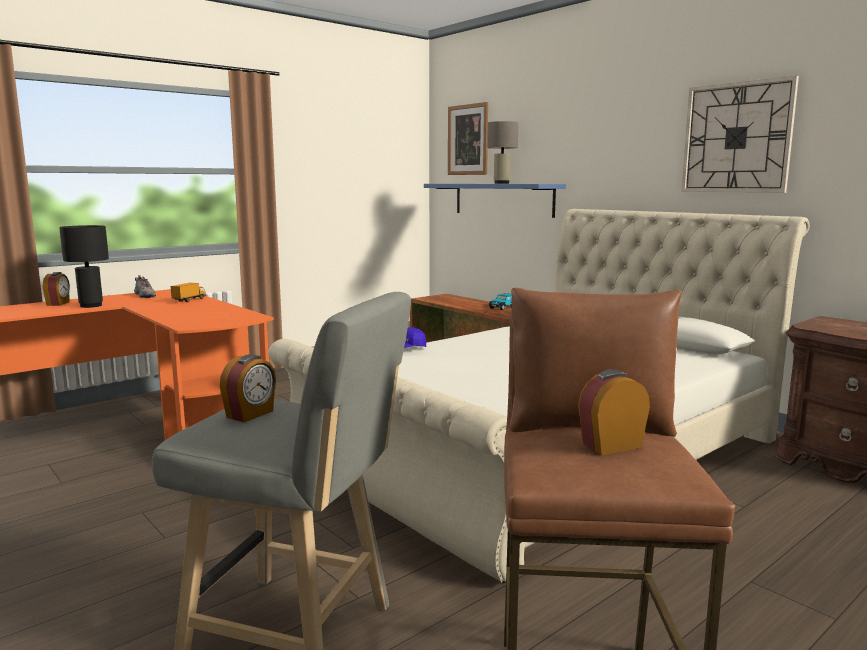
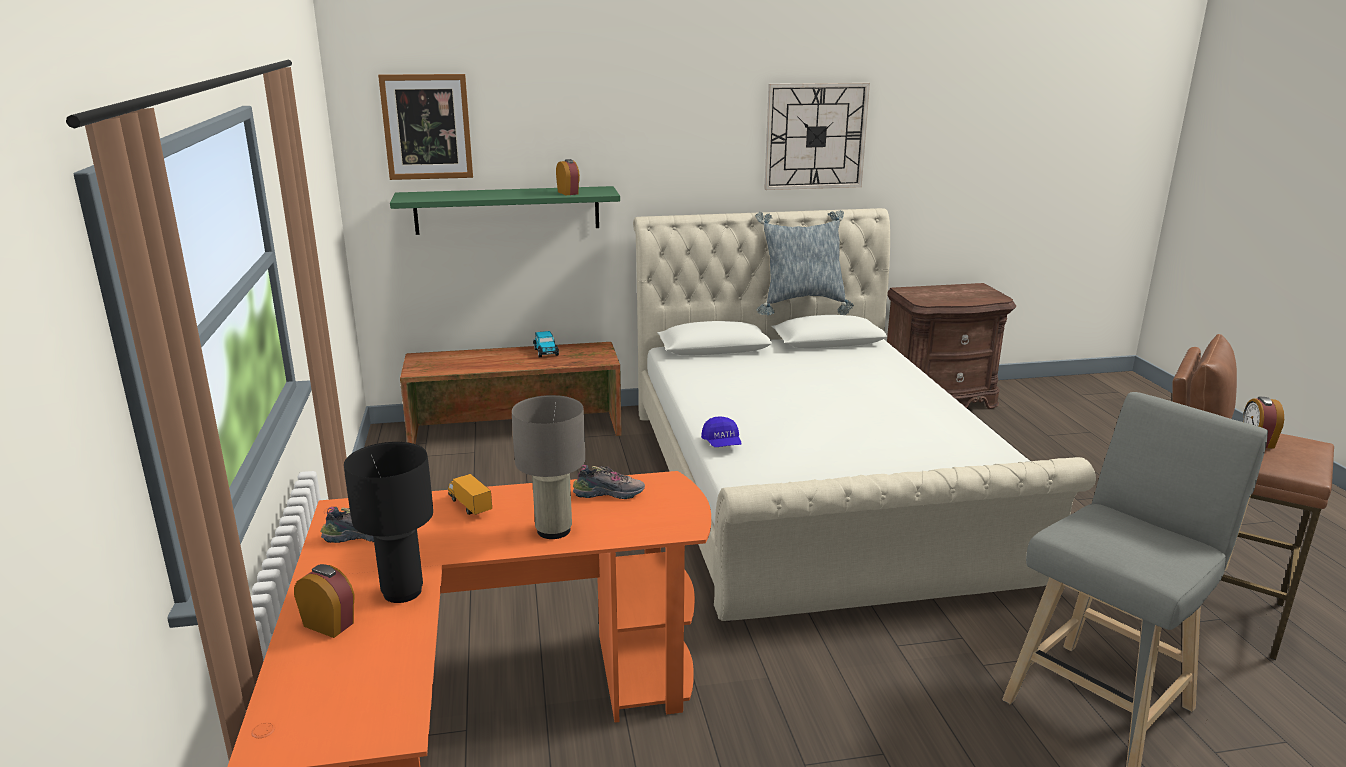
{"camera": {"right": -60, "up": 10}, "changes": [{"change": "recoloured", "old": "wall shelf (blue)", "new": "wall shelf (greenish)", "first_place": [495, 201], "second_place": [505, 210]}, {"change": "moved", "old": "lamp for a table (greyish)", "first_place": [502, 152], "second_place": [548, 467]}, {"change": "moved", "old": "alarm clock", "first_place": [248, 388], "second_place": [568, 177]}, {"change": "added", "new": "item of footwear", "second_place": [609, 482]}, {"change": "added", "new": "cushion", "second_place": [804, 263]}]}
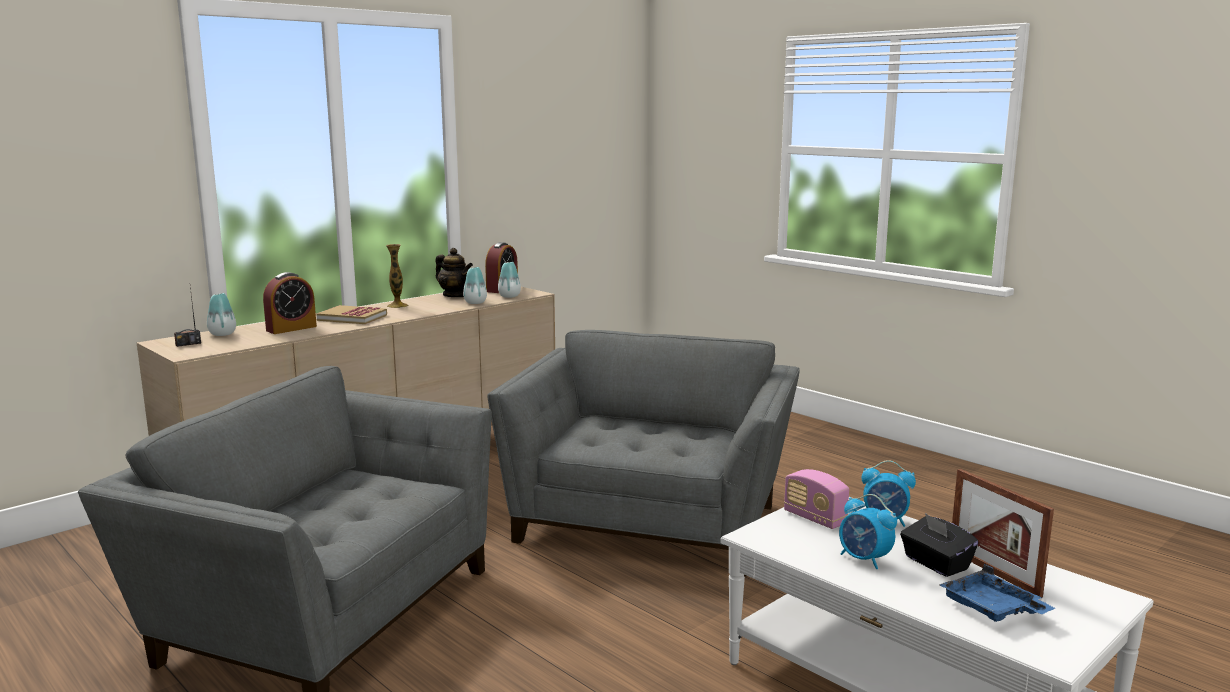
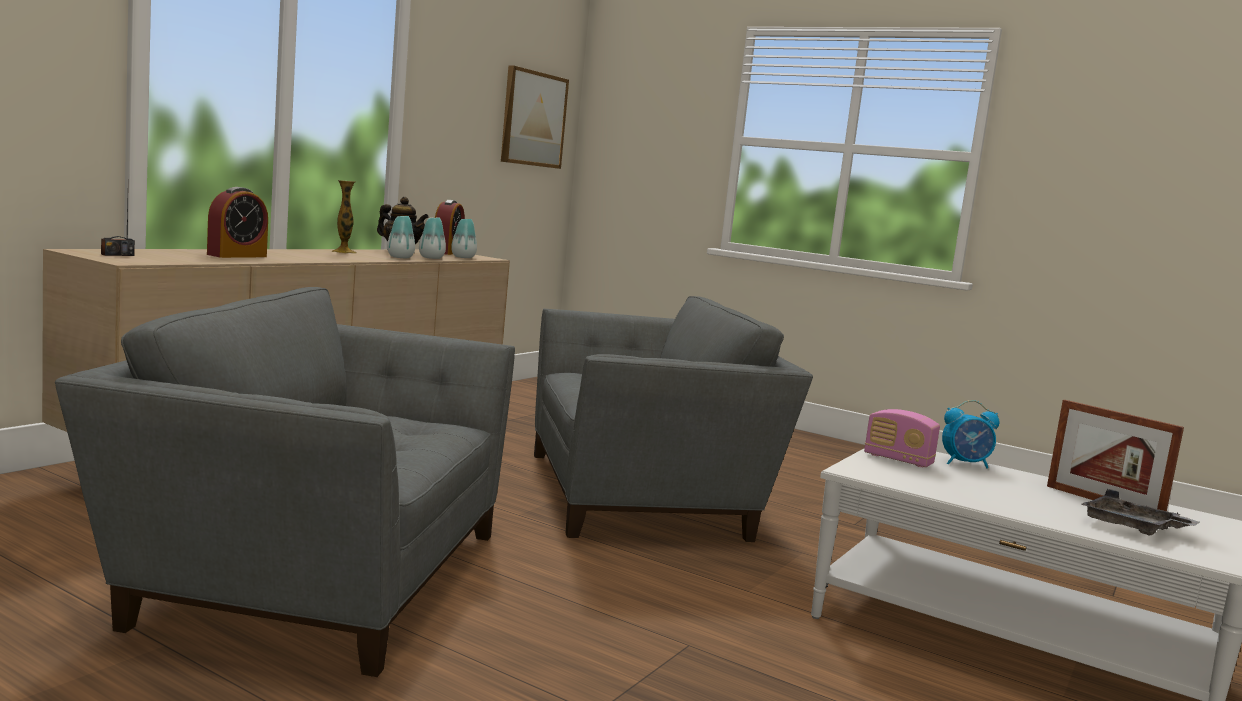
{"camera": {"right": -15, "up": -5}, "changes": [{"change": "moved", "old": "decorative vase", "first_place": [221, 314], "second_place": [401, 237]}, {"change": "added", "new": "wall art", "second_place": [535, 117]}, {"change": "turned", "old": "armchair (greyish)", "first_place": [643, 453], "second_place": [673, 419], "degrees": 75}, {"change": "recoloured", "old": "tray (blue)", "new": "tray (greyish)", "first_place": [997, 593], "second_place": [1140, 512]}, {"change": "removed", "old": "volume", "first_place": [351, 314]}, {"change": "removed", "old": "alarm clock", "first_place": [868, 531]}, {"change": "removed", "old": "box of tissues (blackish)", "first_place": [939, 545]}]}
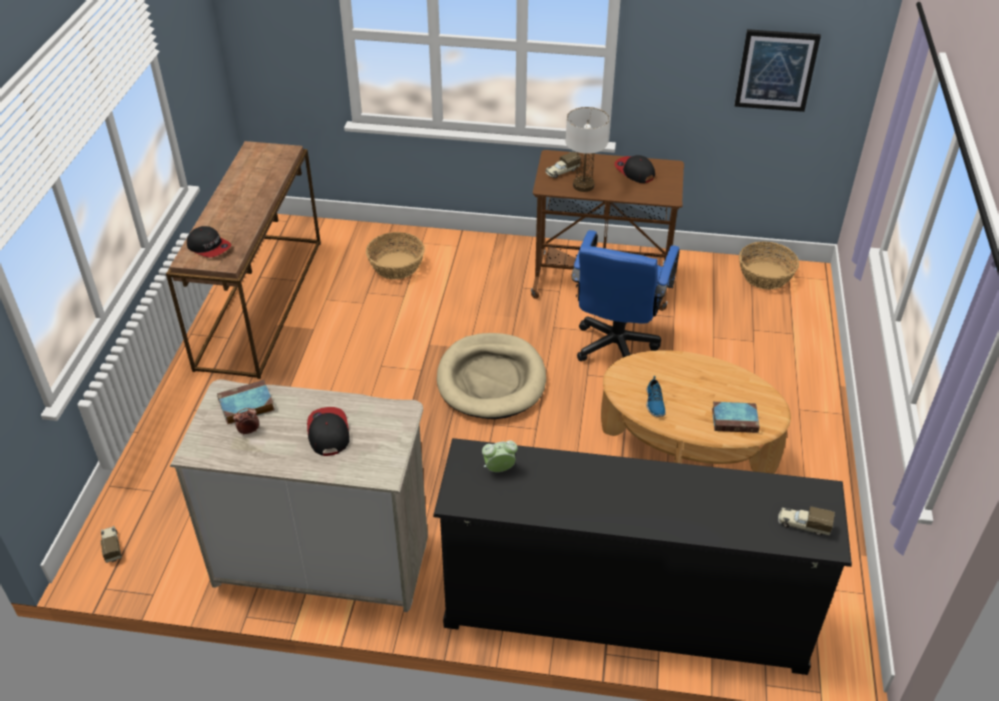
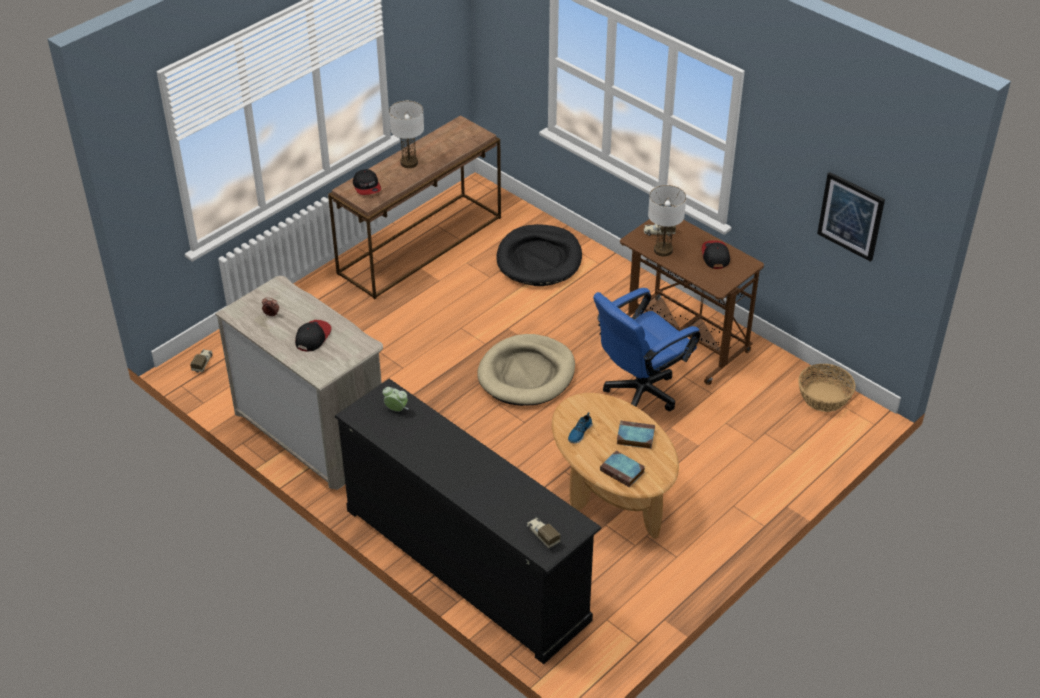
{"camera": {"right": 35, "up": 0}, "changes": [{"change": "added", "new": "lamp for a table", "second_place": [406, 134]}, {"change": "replaced", "old": "household basket", "new": "pet bed (blackish)", "first_place": [395, 255], "second_place": [539, 255]}, {"change": "moved", "old": "volume", "first_place": [246, 402], "second_place": [636, 435]}]}
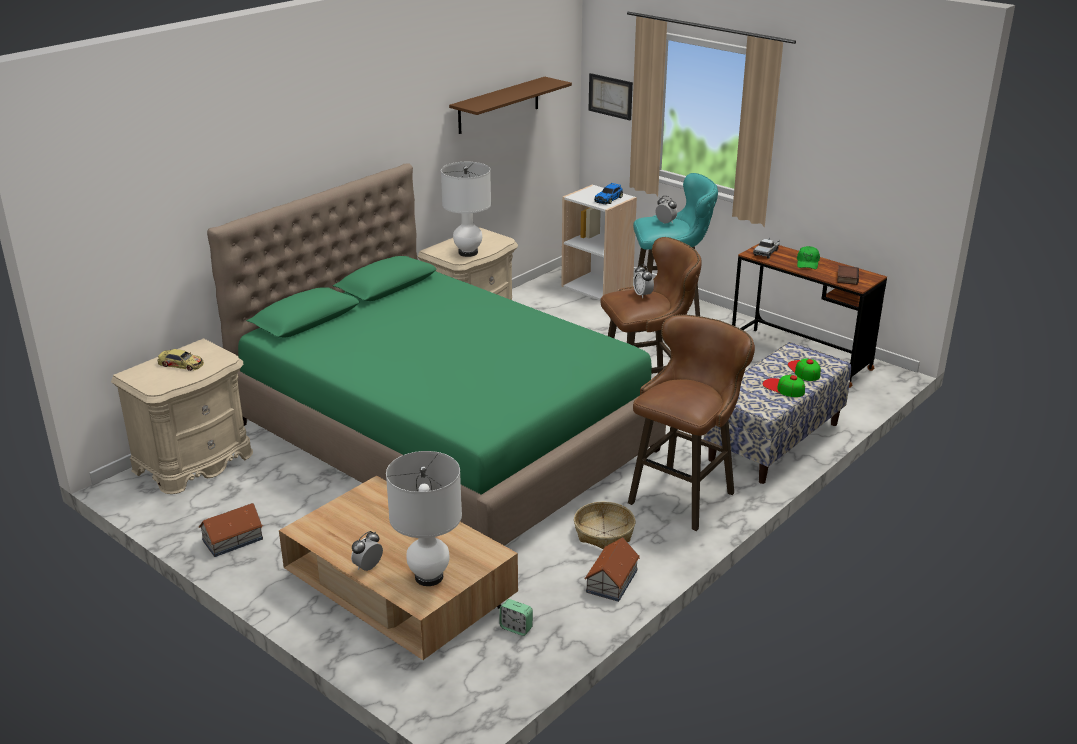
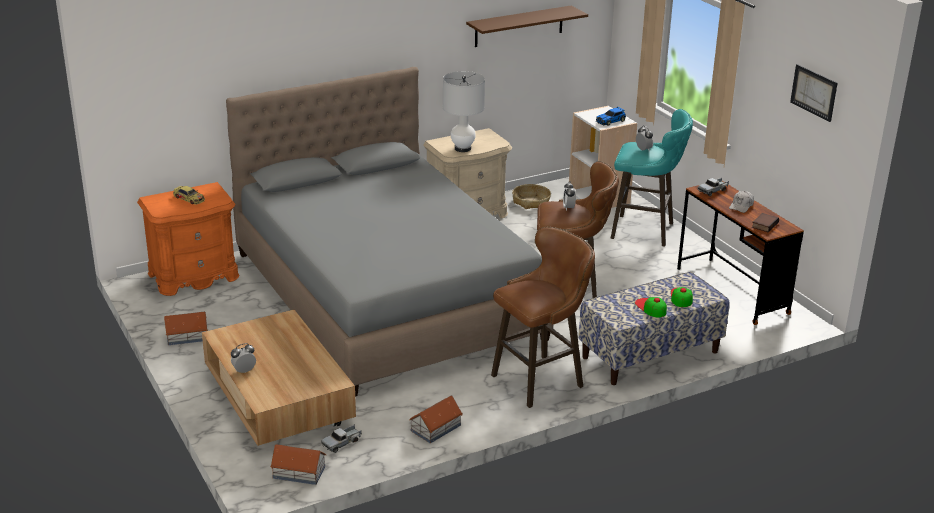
{"camera": {"right": 20, "up": 0}, "changes": [{"change": "recoloured", "old": "nightstand (beige-coloured)", "new": "nightstand (orangey)", "first_place": [182, 416], "second_place": [188, 239]}, {"change": "recoloured", "old": "bed (greenish)", "new": "bed (greyish)", "first_place": [436, 354], "second_place": [389, 231]}, {"change": "added", "new": "toy house", "second_place": [298, 464]}, {"change": "replaced", "old": "alarm clock", "new": "model truck", "first_place": [516, 617], "second_place": [341, 439]}, {"change": "moved", "old": "household basket", "first_place": [604, 525], "second_place": [531, 196]}, {"change": "recoloured", "old": "baseball cap (greenish)", "new": "baseball cap (white-coloured)", "first_place": [808, 257], "second_place": [741, 202]}, {"change": "moved", "old": "wall art", "first_place": [610, 96], "second_place": [814, 93]}, {"change": "removed", "old": "lamp for a table (white-coloured)", "first_place": [424, 518]}]}
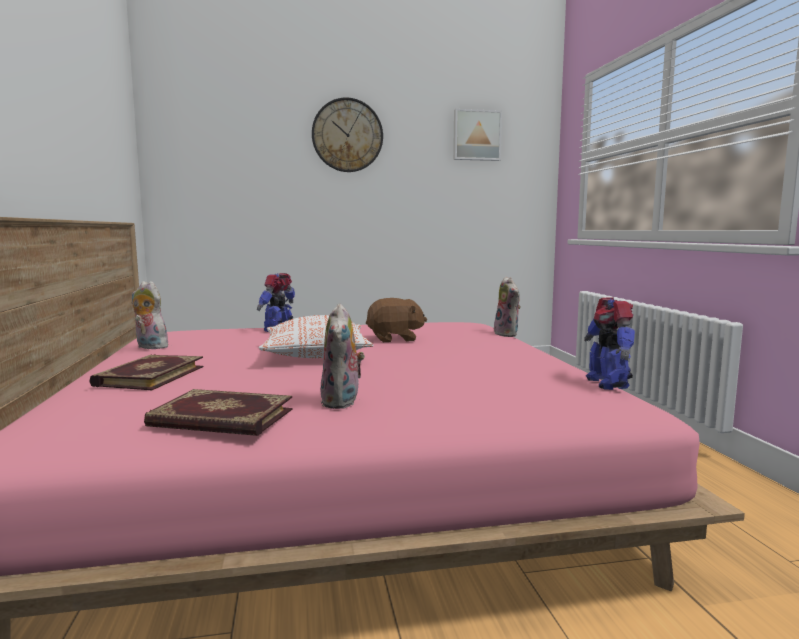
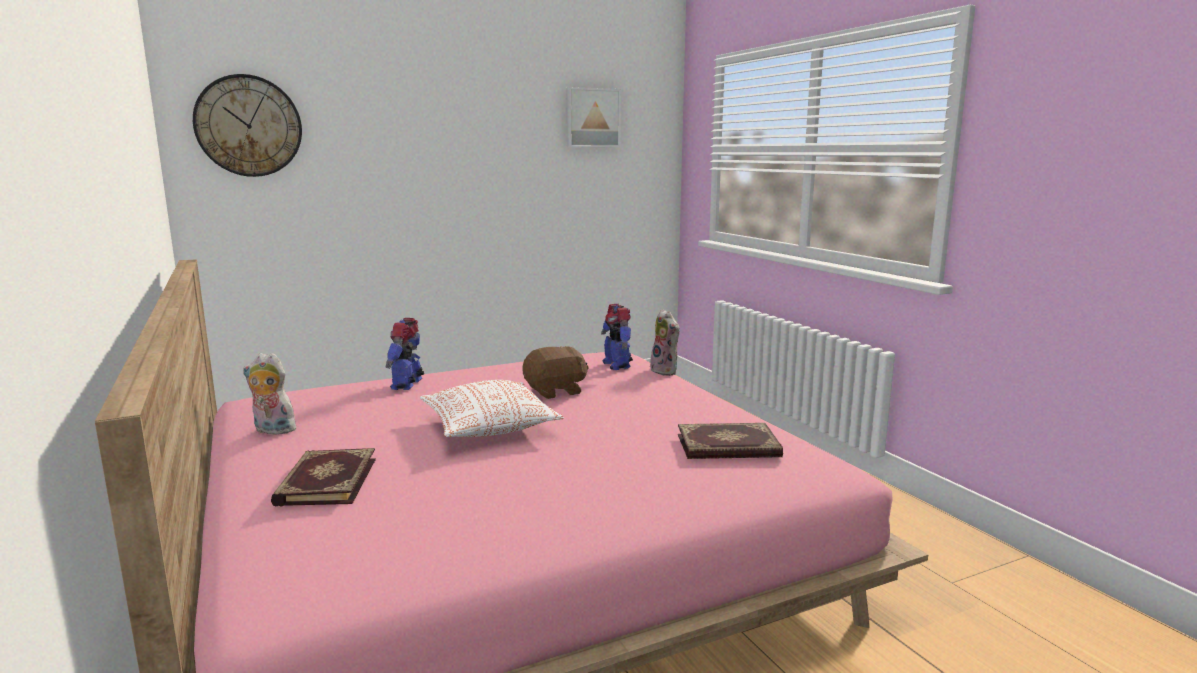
{"camera": {"right": -15, "up": 5}, "changes": [{"change": "moved", "old": "hanging clock", "first_place": [347, 134], "second_place": [247, 125]}, {"change": "moved", "old": "robot figure", "first_place": [610, 343], "second_place": [617, 337]}, {"change": "moved", "old": "volume", "first_place": [218, 412], "second_place": [730, 441]}, {"change": "removed", "old": "soft toy", "first_place": [343, 356]}]}
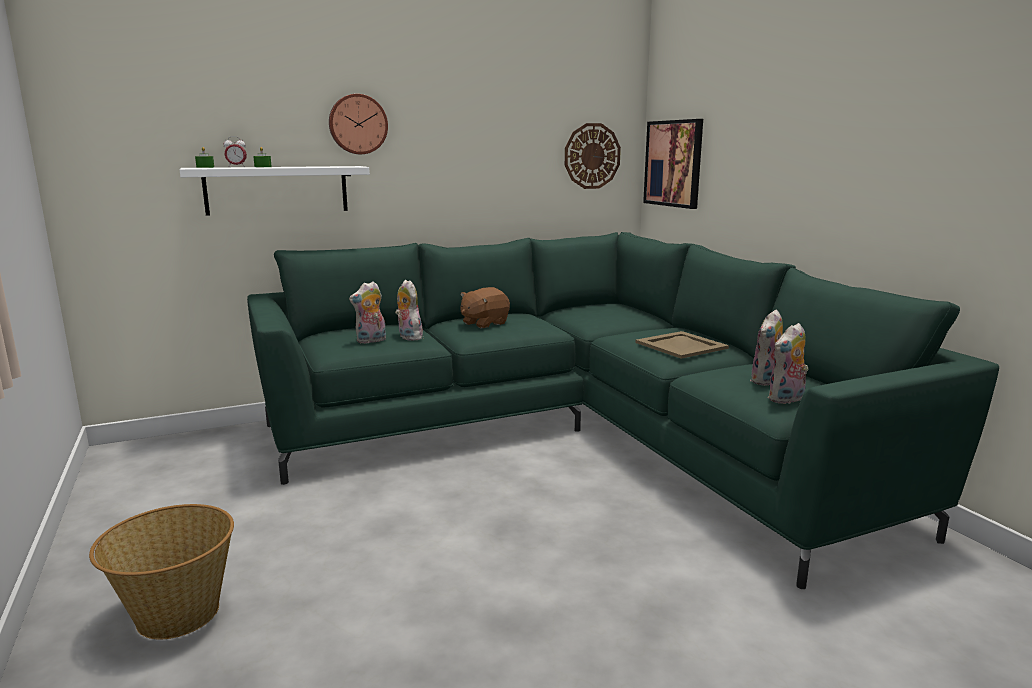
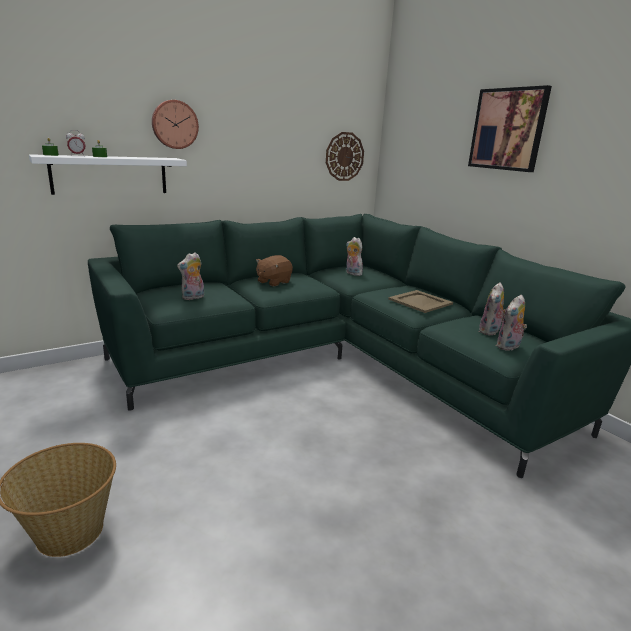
{"camera": {"right": -10, "up": 5}, "changes": [{"change": "moved", "old": "soft toy", "first_place": [409, 310], "second_place": [354, 256]}, {"change": "moved", "old": "wall art", "first_place": [673, 164], "second_place": [510, 128]}]}
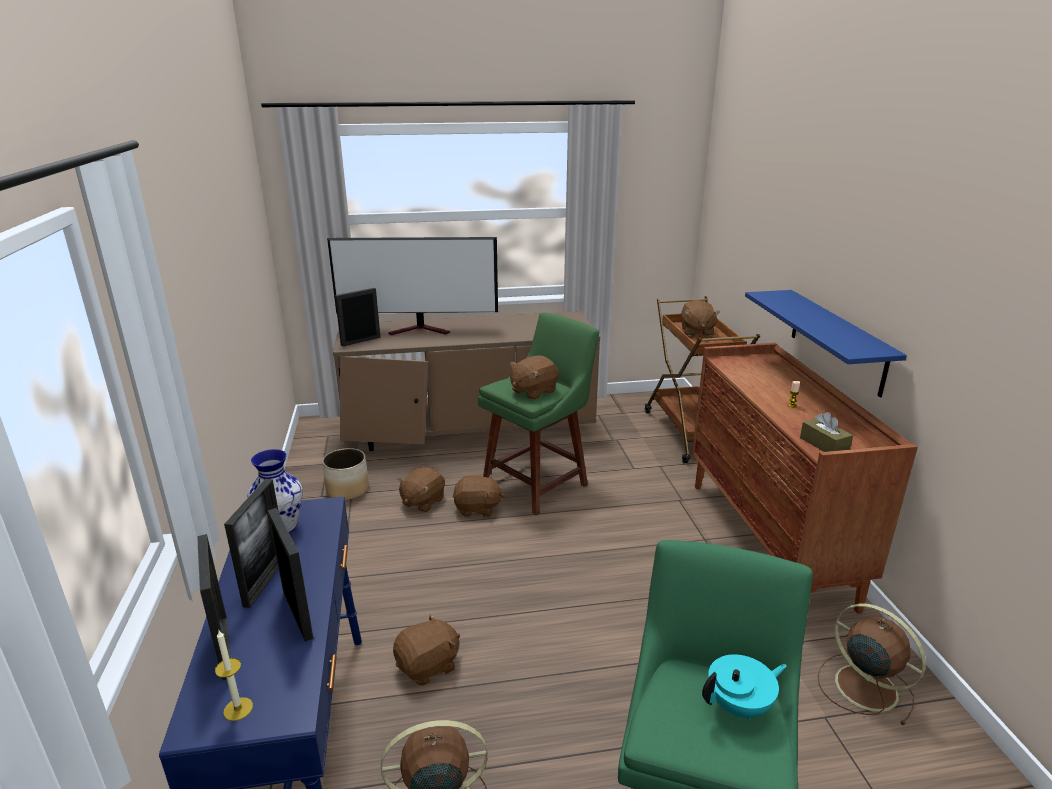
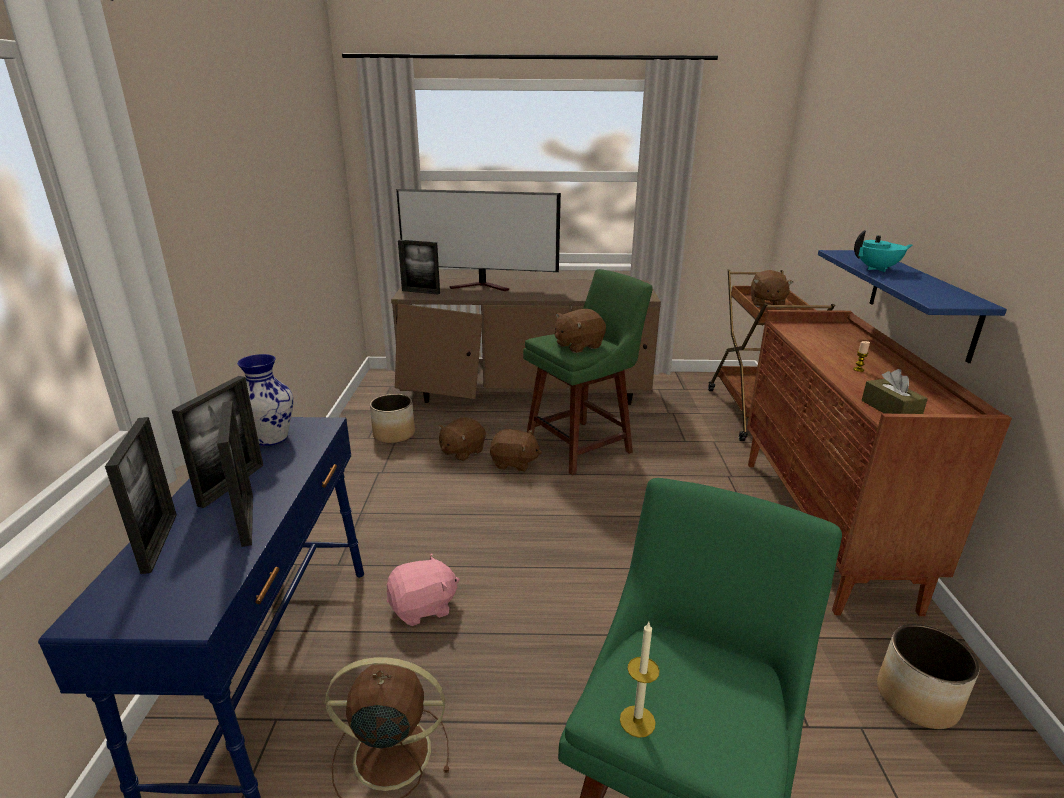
{"camera": {"right": 10, "up": 0}, "changes": [{"change": "recoloured", "old": "soft toy (brownish)", "new": "soft toy (pink)", "first_place": [426, 649], "second_place": [423, 589]}, {"change": "turned", "old": "photo frame", "first_place": [357, 317], "second_place": [419, 267], "degrees": -135}, {"change": "moved", "old": "candle", "first_place": [234, 675], "second_place": [640, 680]}, {"change": "moved", "old": "teapot (blue-green)", "first_place": [744, 687], "second_place": [883, 251]}, {"change": "replaced", "old": "electric fan (brownish)", "new": "planter", "first_place": [872, 664], "second_place": [928, 676]}]}
